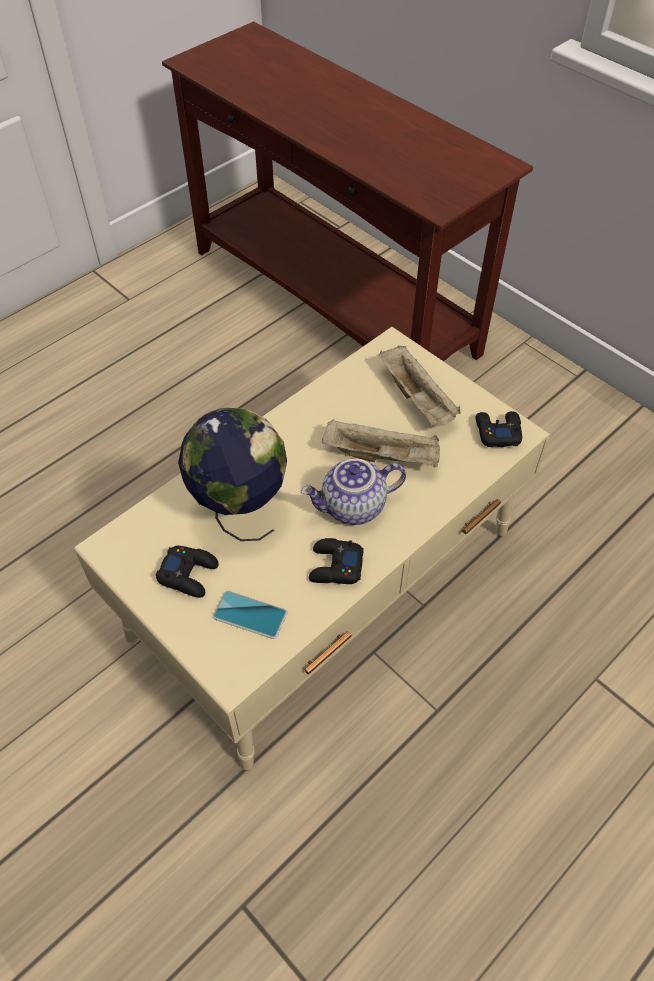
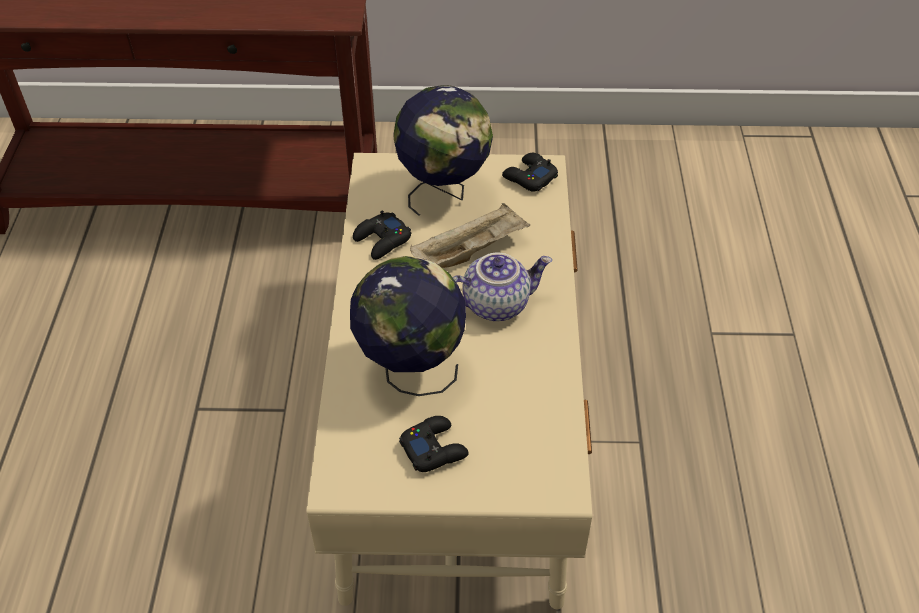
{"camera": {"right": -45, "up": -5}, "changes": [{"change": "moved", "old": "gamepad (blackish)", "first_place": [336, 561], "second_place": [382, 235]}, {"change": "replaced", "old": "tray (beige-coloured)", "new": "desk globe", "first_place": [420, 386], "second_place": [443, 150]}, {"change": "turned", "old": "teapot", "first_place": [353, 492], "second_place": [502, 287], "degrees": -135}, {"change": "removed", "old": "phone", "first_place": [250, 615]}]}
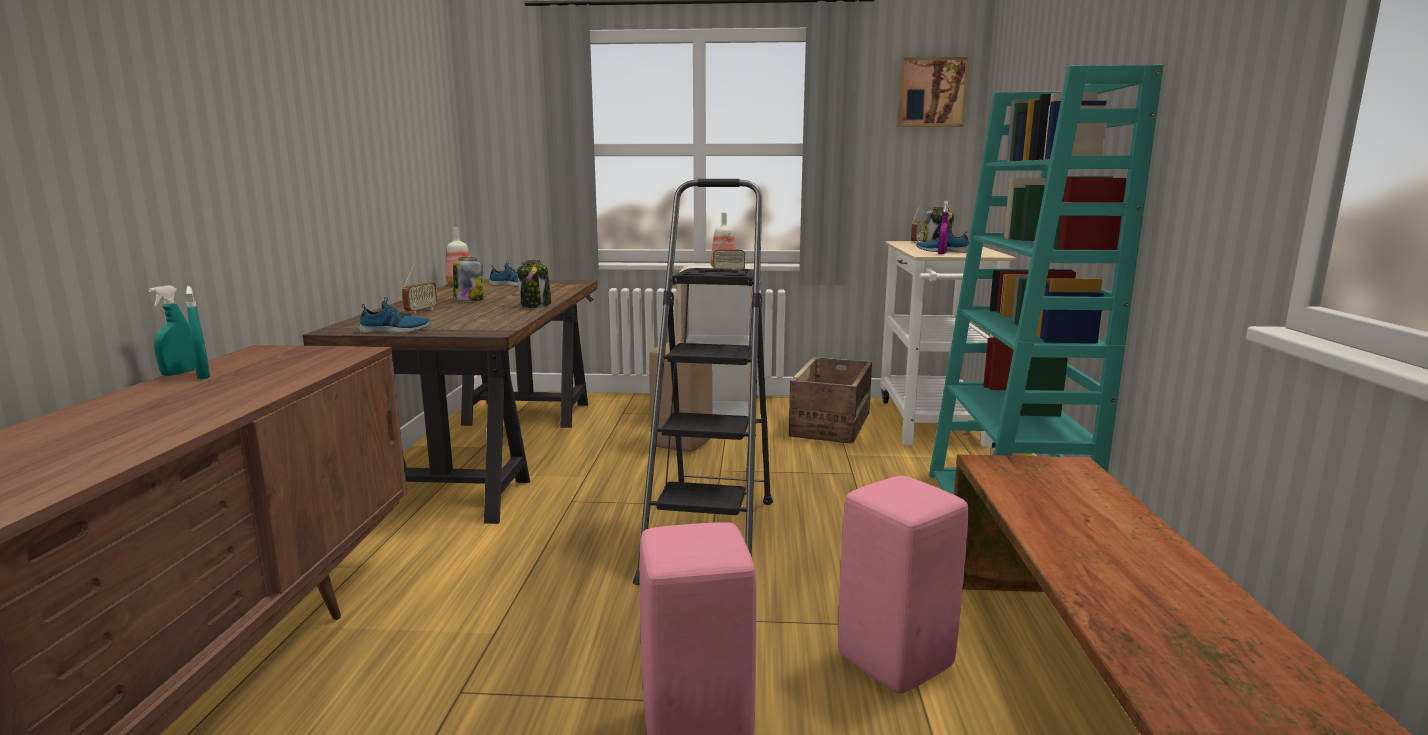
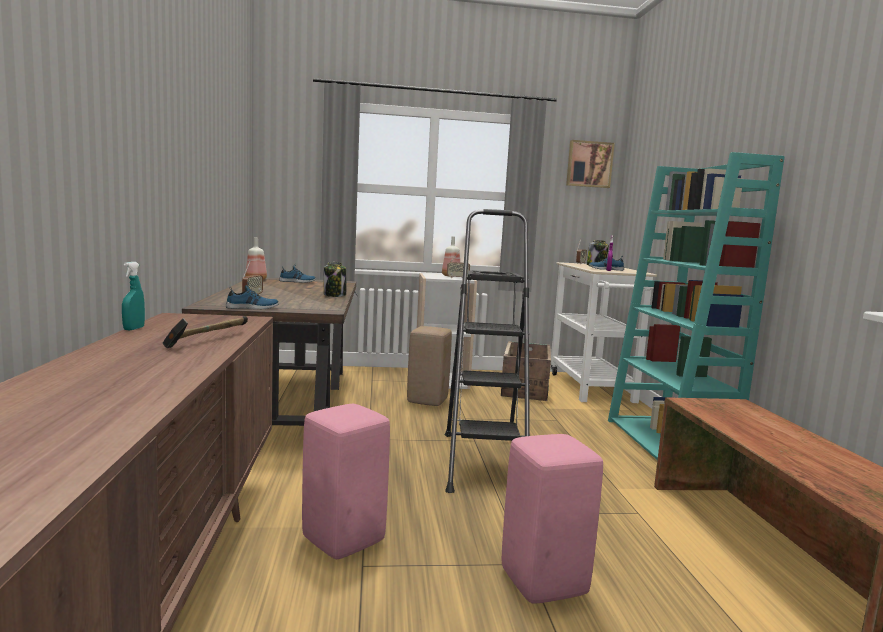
{"camera": {"right": -10, "up": -5}, "changes": [{"change": "added", "new": "hand hammer", "second_place": [205, 332]}, {"change": "moved", "old": "stool (pink)", "first_place": [903, 585], "second_place": [346, 481]}, {"change": "removed", "old": "hand sprayer (blue-green)", "first_place": [198, 332]}, {"change": "removed", "old": "jar", "first_place": [468, 279]}]}
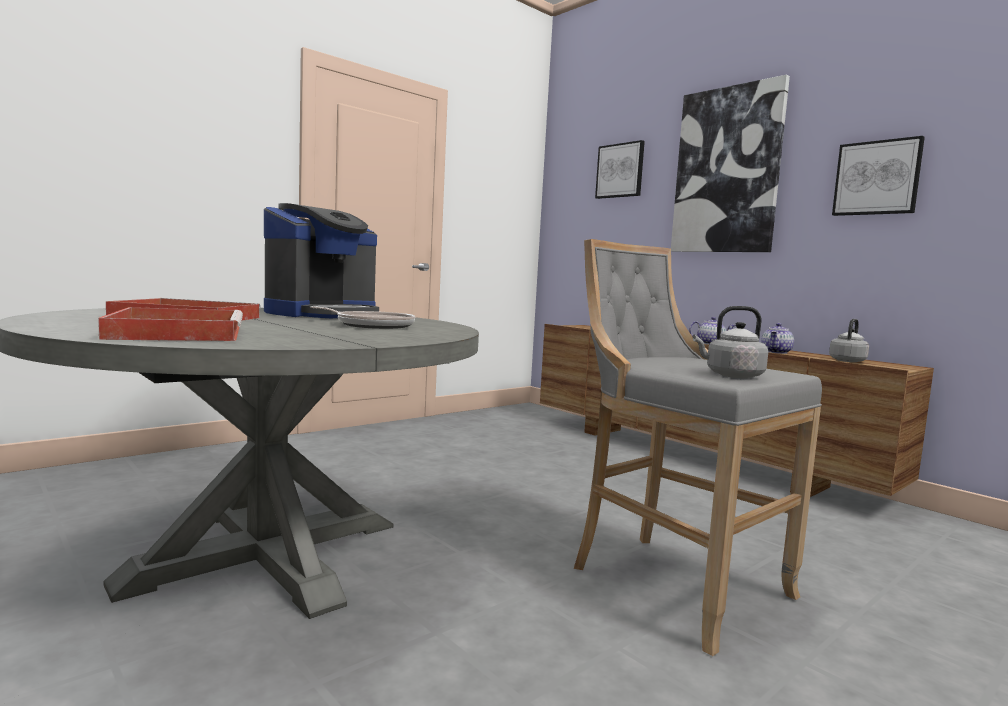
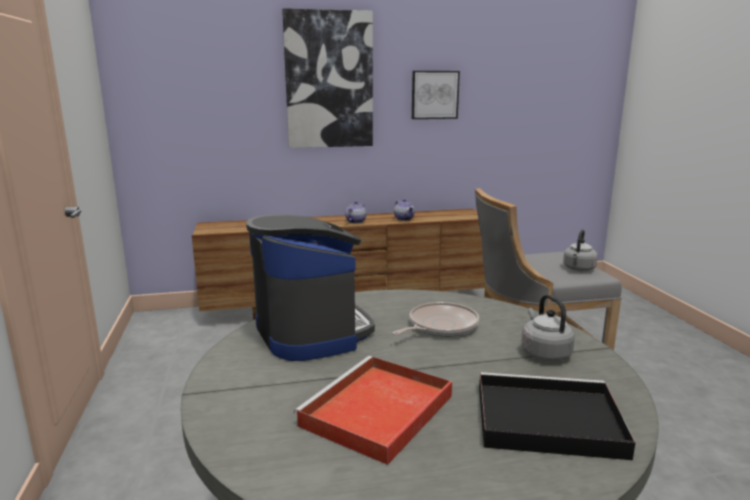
{"camera": {"right": -60, "up": 10}, "changes": [{"change": "recoloured", "old": "tray (red)", "new": "tray (blackish)", "first_place": [170, 324], "second_place": [557, 416]}, {"change": "moved", "old": "tea kettle (greyish)", "first_place": [849, 340], "second_place": [548, 328]}, {"change": "removed", "old": "wall art", "first_place": [620, 169]}]}
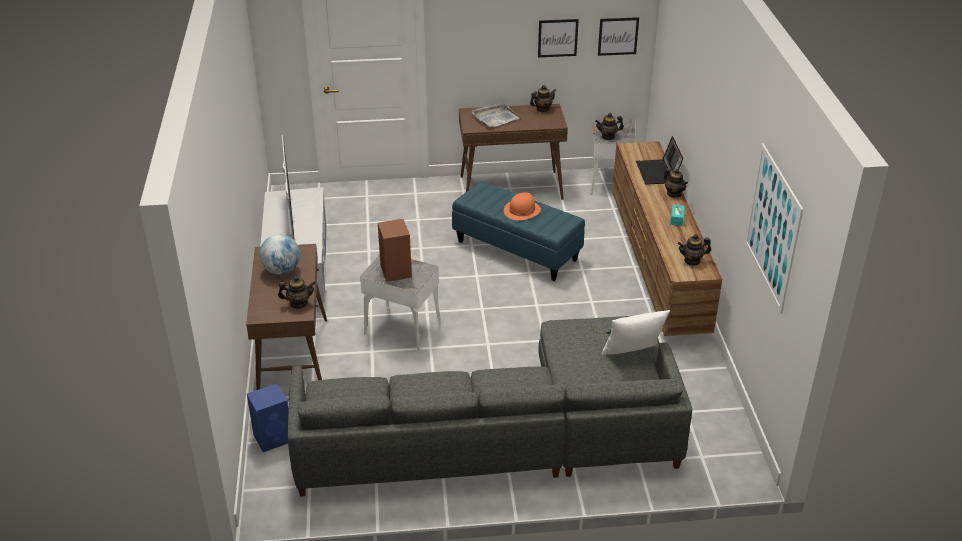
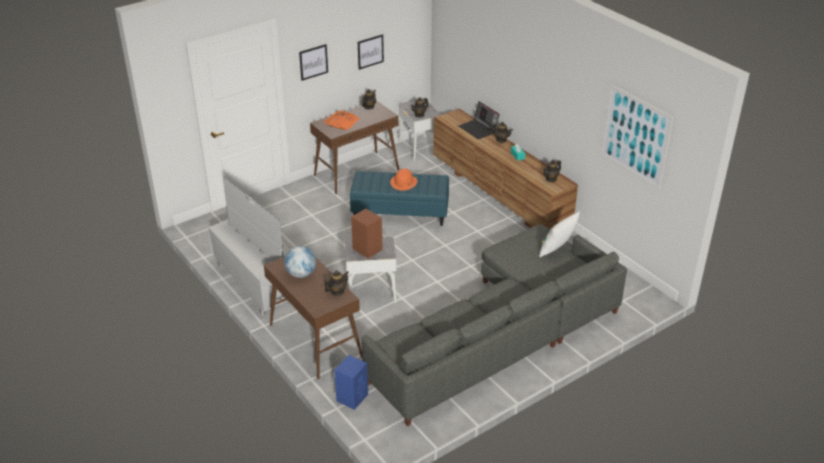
{"camera": {"right": -30, "up": 0}, "changes": [{"change": "moved", "old": "wall art", "first_place": [618, 36], "second_place": [313, 62]}, {"change": "recoloured", "old": "tray (greyish)", "new": "tray (orangey)", "first_place": [495, 115], "second_place": [342, 120]}]}
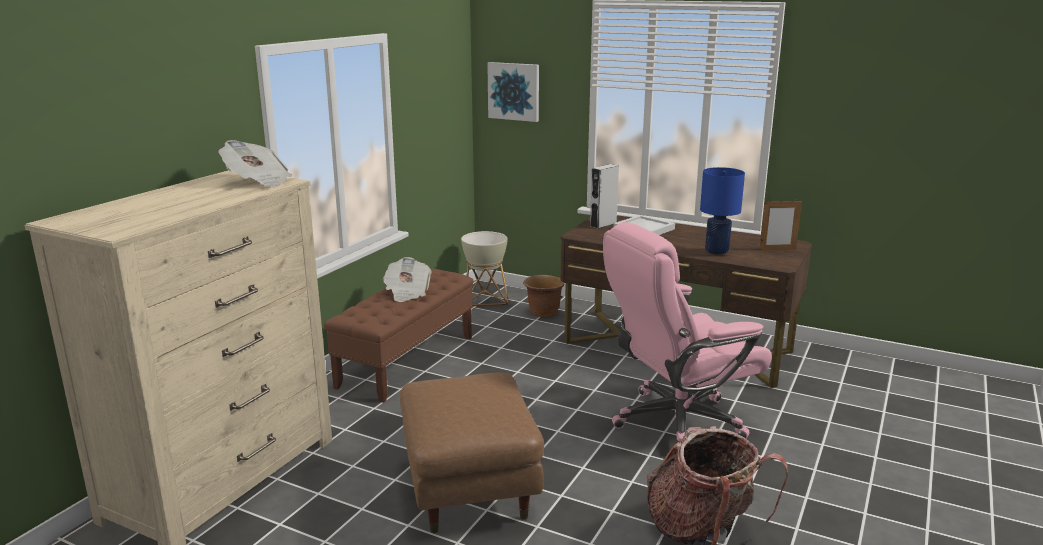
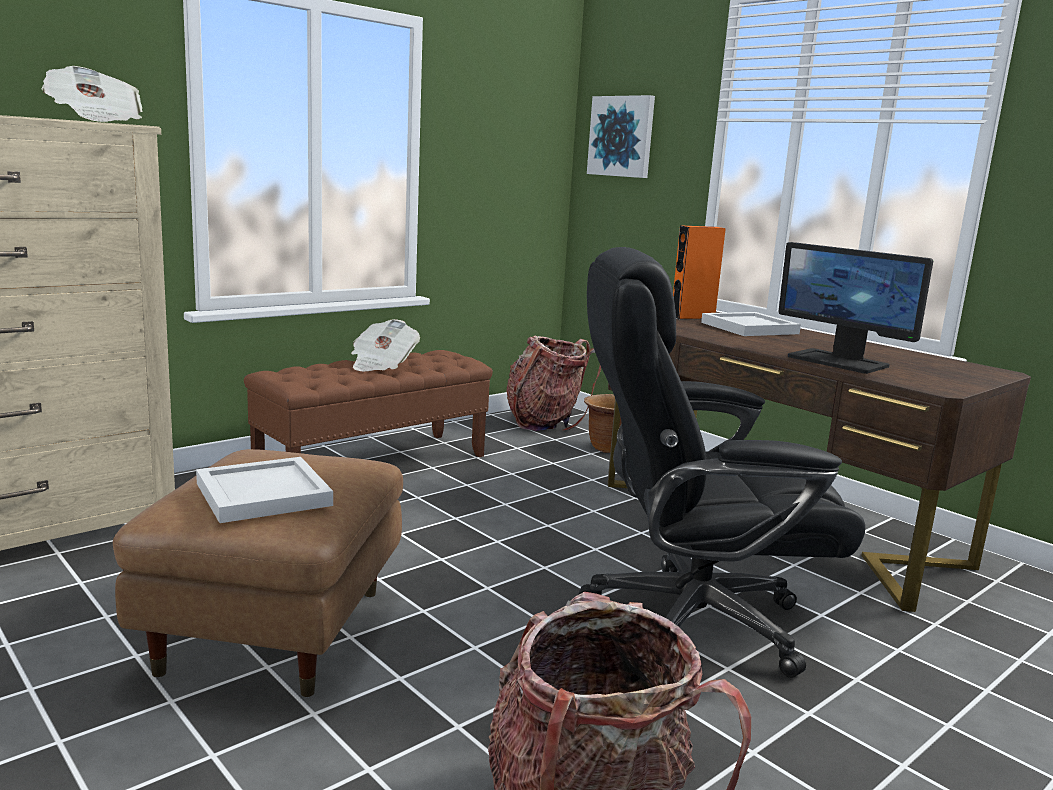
{"camera": {"right": 20, "up": -5}, "changes": [{"change": "added", "new": "tray (white-coloured)", "second_place": [264, 490]}, {"change": "replaced", "old": "planter", "new": "knapsack", "first_place": [485, 268], "second_place": [553, 383]}, {"change": "recoloured", "old": "office chair (pink)", "new": "office chair (blackish)", "first_place": [687, 332], "second_place": [721, 462]}, {"change": "recoloured", "old": "audio speaker (greyish)", "new": "audio speaker (orangey)", "first_place": [604, 196], "second_place": [699, 272]}, {"change": "replaced", "old": "lamp for a table (blue)", "new": "monitor", "first_place": [722, 211], "second_place": [856, 308]}, {"change": "removed", "old": "photo frame", "first_place": [780, 226]}]}
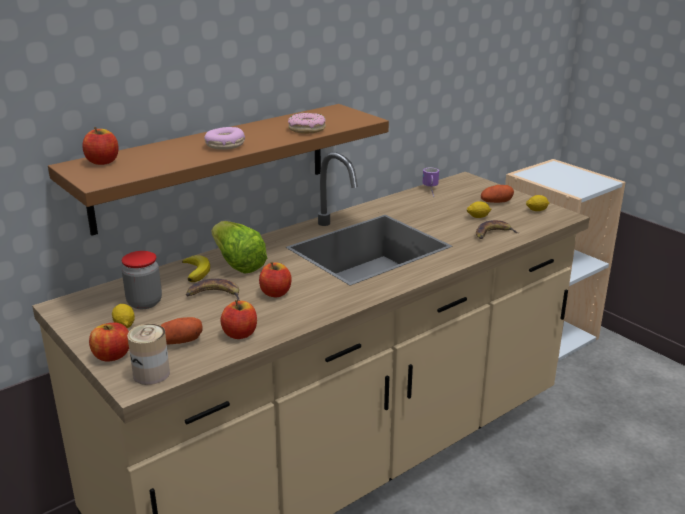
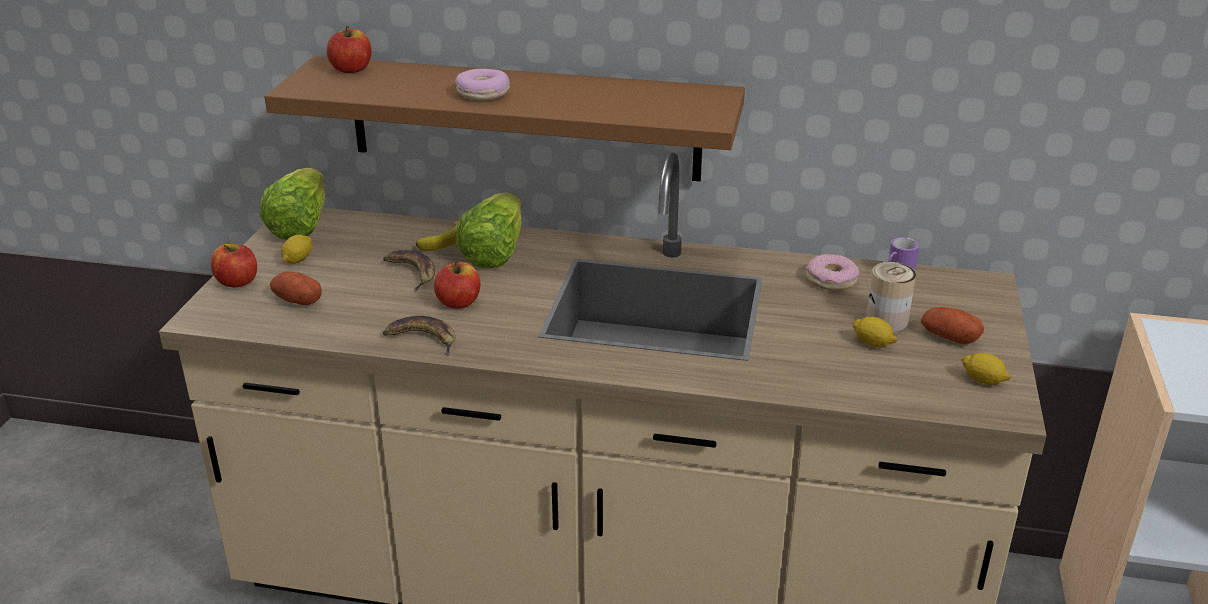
{"camera": {"right": 50, "up": 5}, "changes": [{"change": "added", "new": "lettuce head", "second_place": [292, 204]}, {"change": "moved", "old": "banana", "first_place": [498, 229], "second_place": [419, 336]}, {"change": "moved", "old": "ring doughnut", "first_place": [307, 123], "second_place": [832, 272]}, {"change": "moved", "old": "metal can", "first_place": [148, 354], "second_place": [891, 297]}, {"change": "removed", "old": "jar", "first_place": [142, 280]}, {"change": "removed", "old": "whole apple", "first_place": [238, 319]}]}
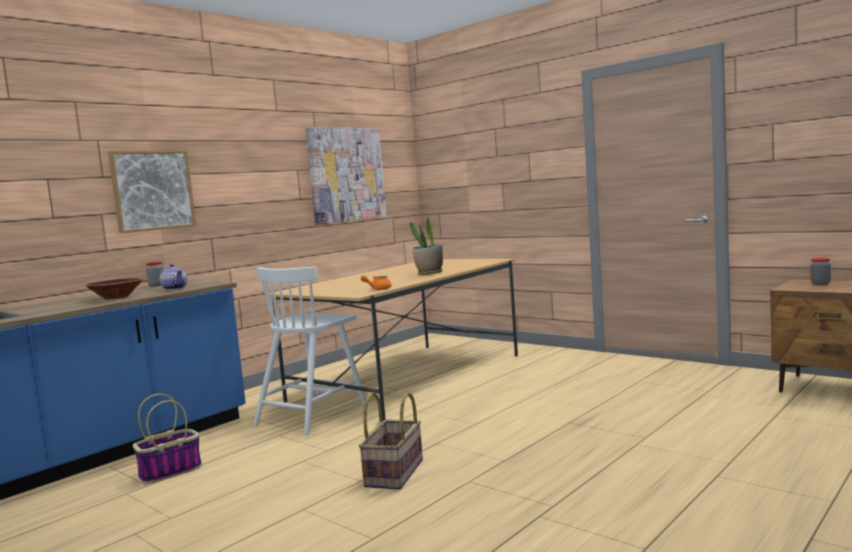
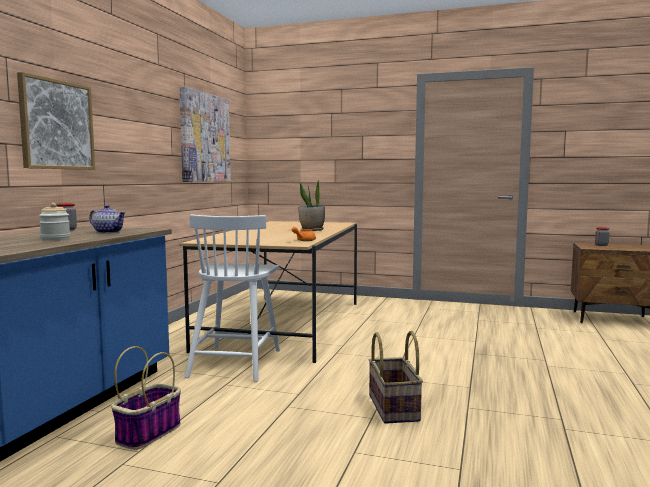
{"camera": {"right": -25, "up": 0}, "changes": [{"change": "replaced", "old": "deep dish (brownish)", "new": "jar", "first_place": [114, 288], "second_place": [54, 221]}]}
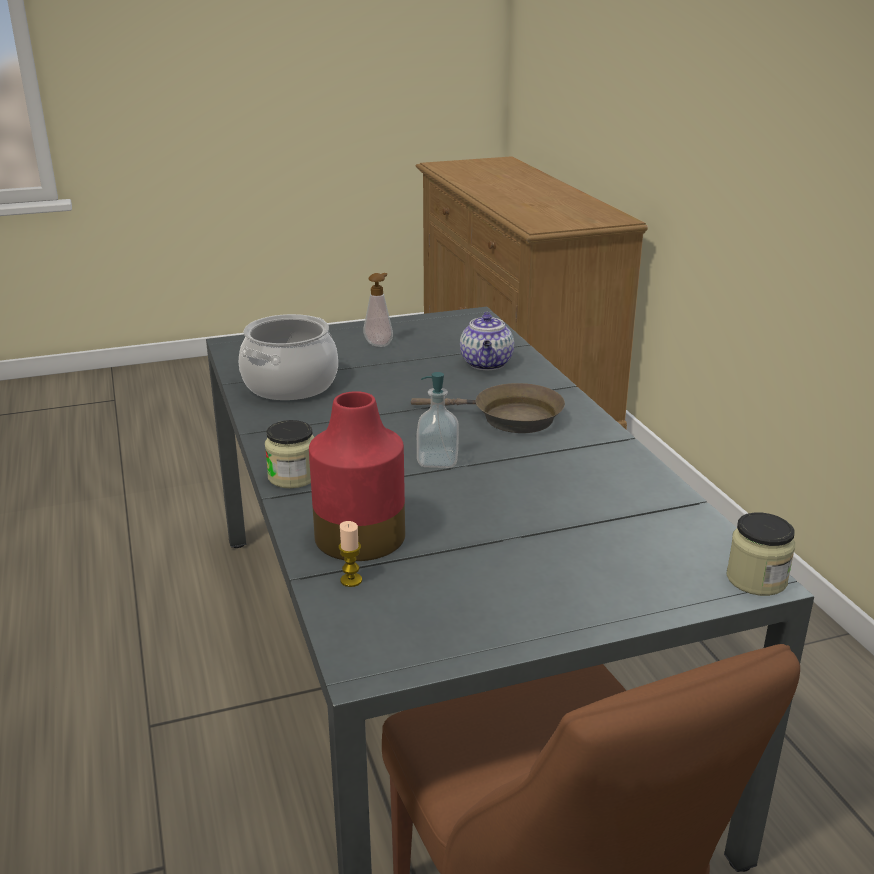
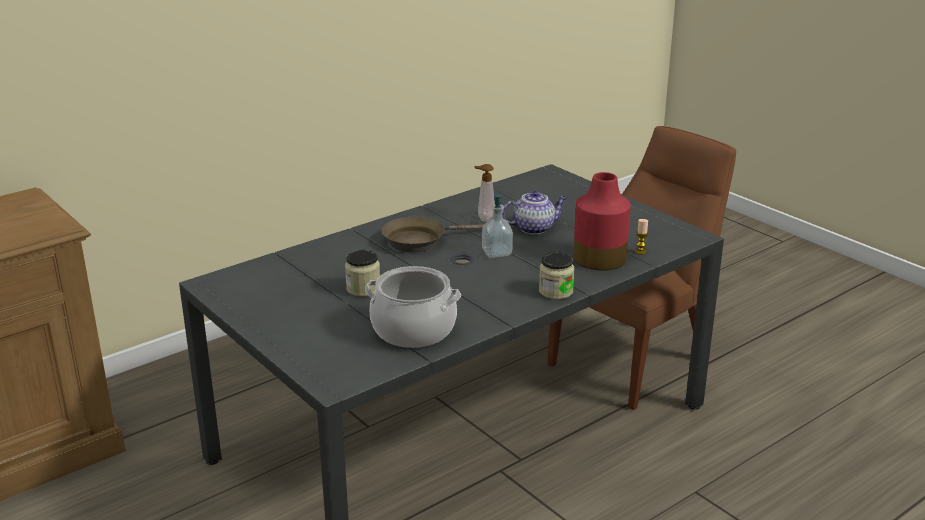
{"camera": {"right": -110, "up": 0}, "changes": [{"change": "moved", "old": "jar", "first_place": [760, 554], "second_place": [362, 273]}, {"change": "turned", "old": "skillet (brownish)", "first_place": [488, 408], "second_place": [432, 234], "degrees": -105}, {"change": "moved", "old": "soap dispenser", "first_place": [378, 310], "second_place": [484, 193]}, {"change": "moved", "old": "teapot", "first_place": [487, 341], "second_place": [534, 212]}]}
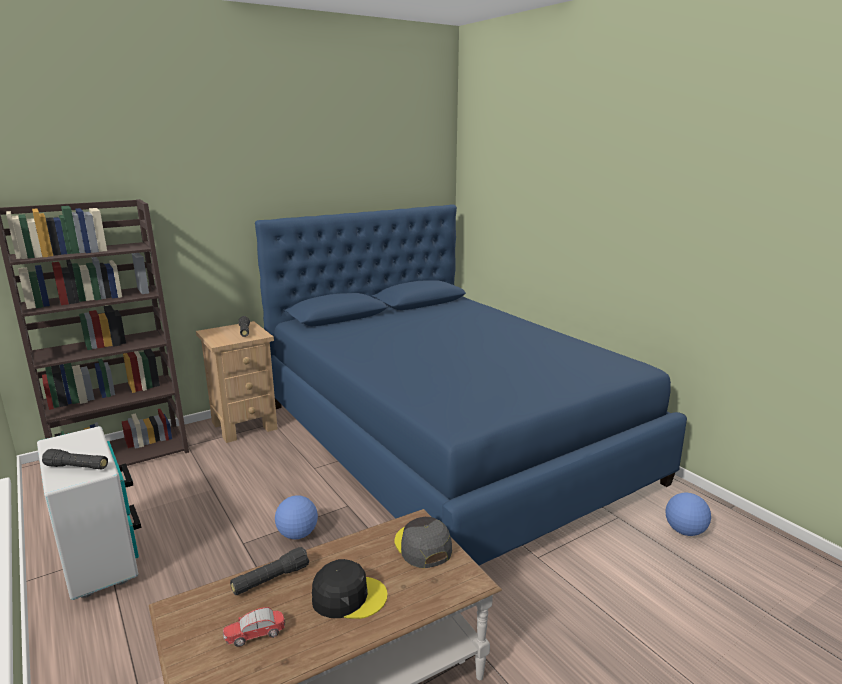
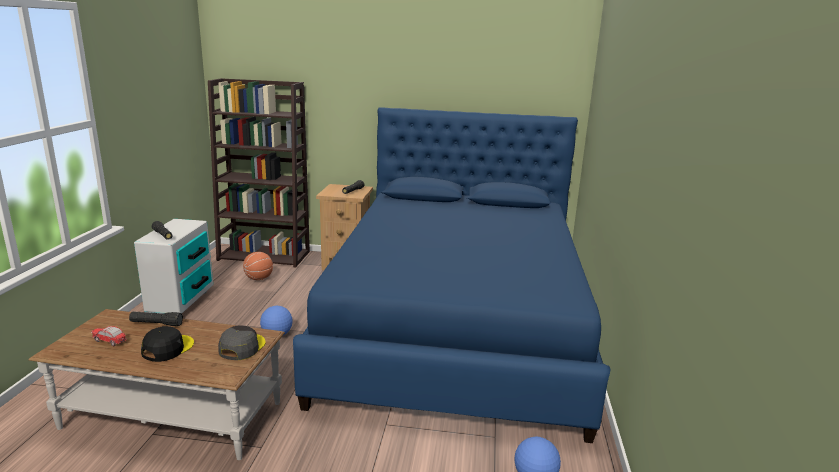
{"camera": {"right": 40, "up": 0}, "changes": [{"change": "turned", "old": "baseball cap (blackish)", "first_place": [350, 589], "second_place": [167, 344], "degrees": -105}, {"change": "added", "new": "basketball ball", "second_place": [258, 266]}]}
